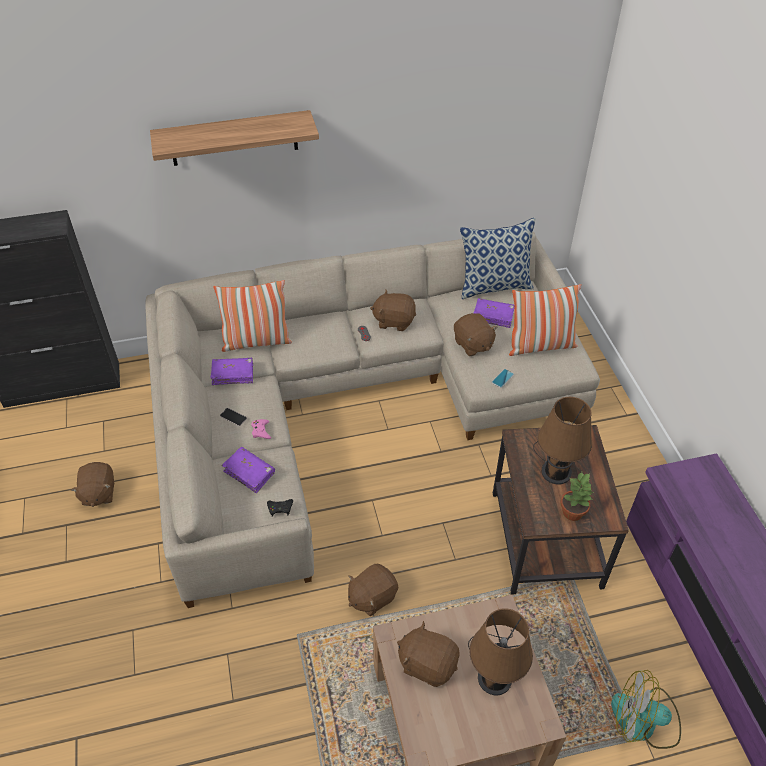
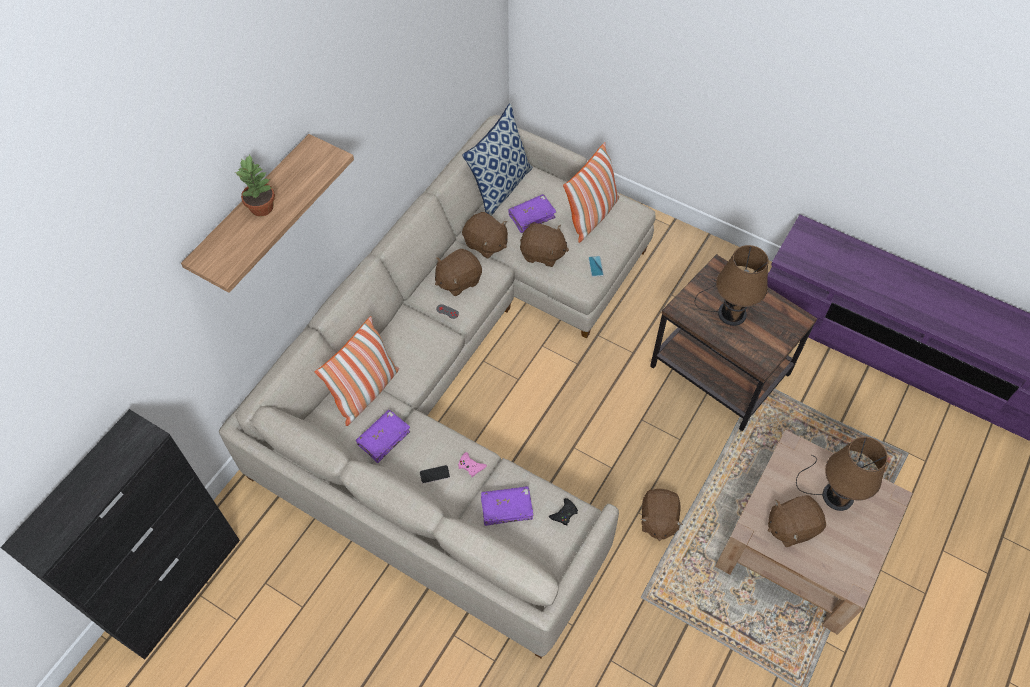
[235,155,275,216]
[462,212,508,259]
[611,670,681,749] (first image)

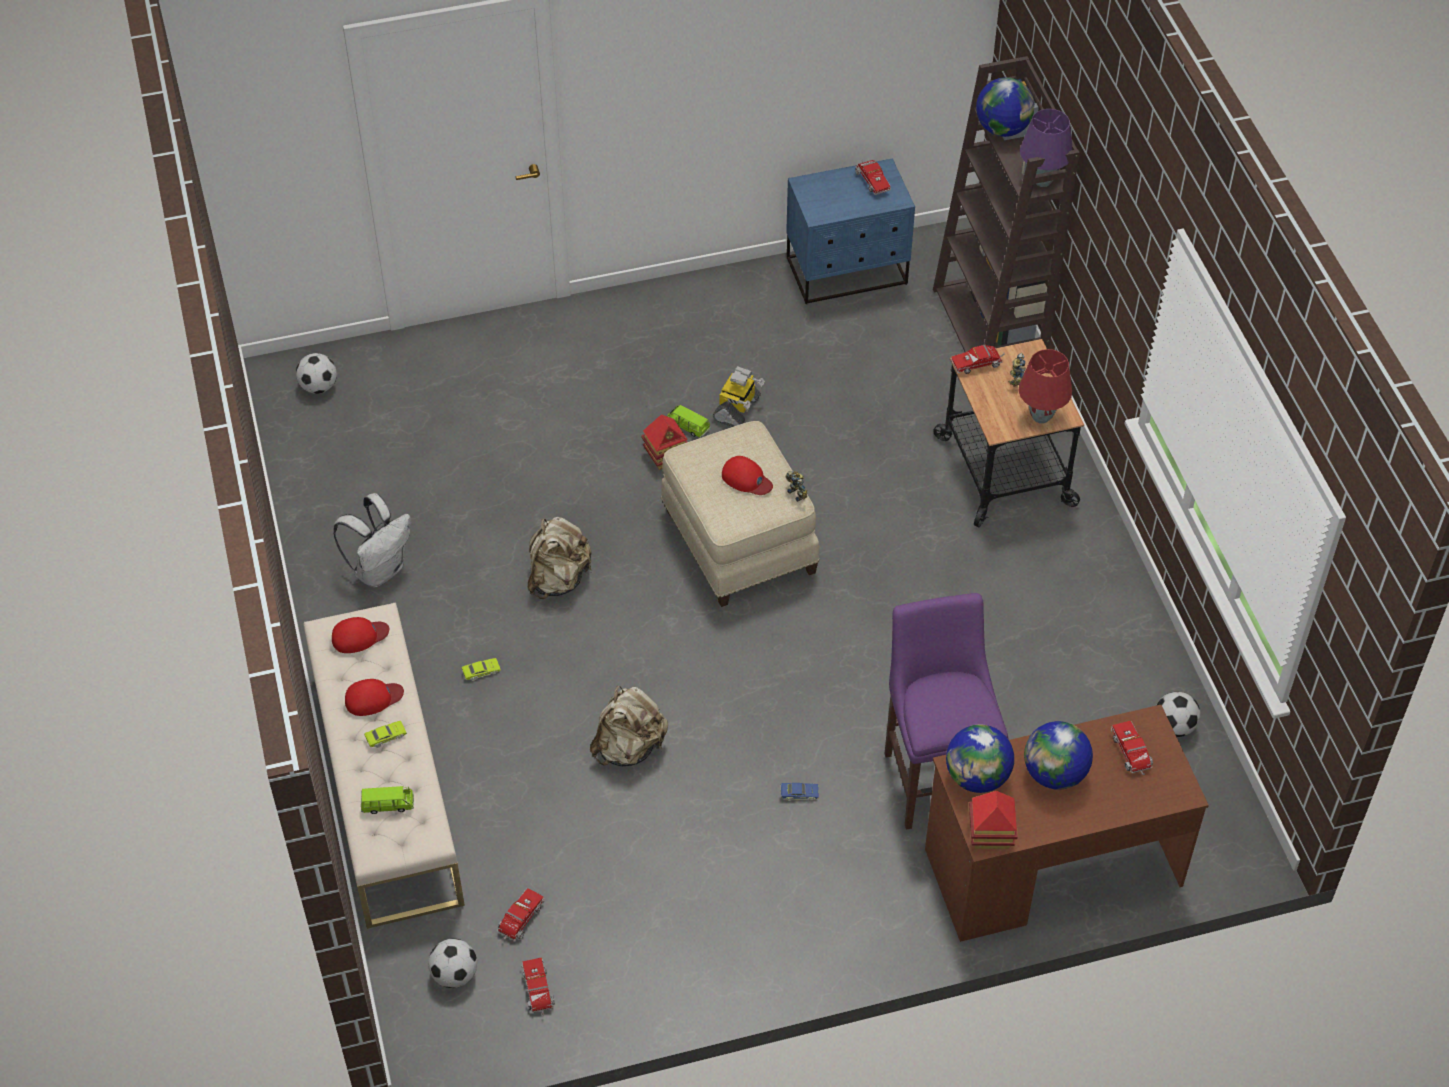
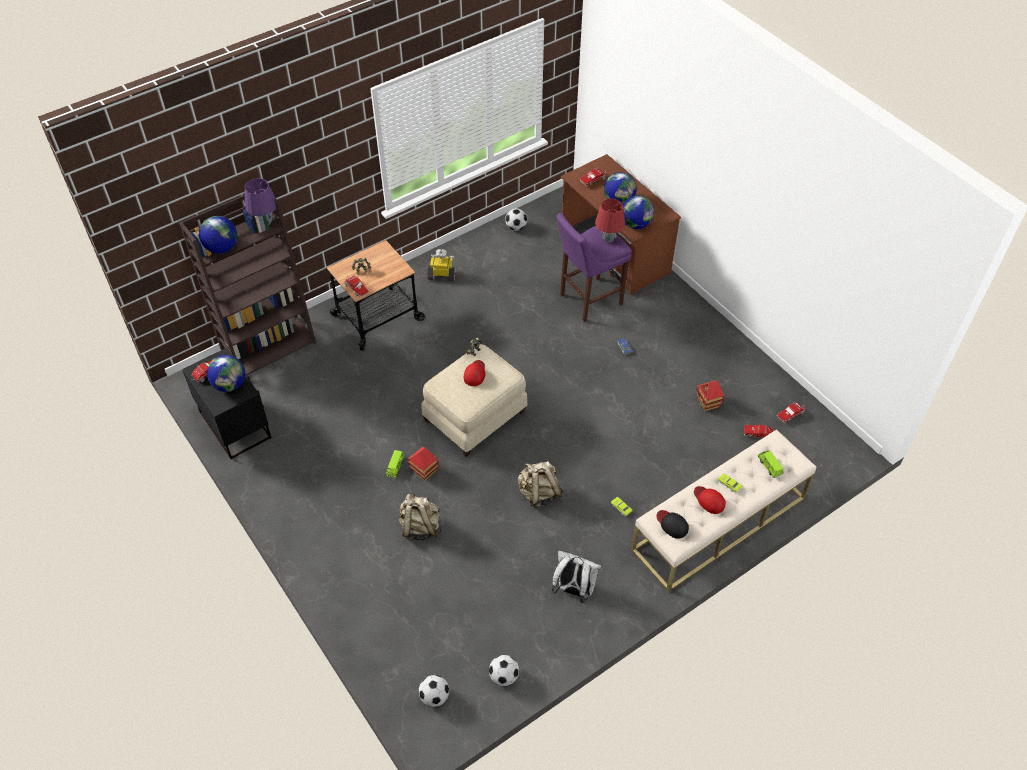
[182,348,271,459]
[207,355,245,392]
[399,492,441,540]
[428,249,456,281]
[489,655,519,686]
[595,199,625,243]
[657,510,689,539]
[696,380,725,411]

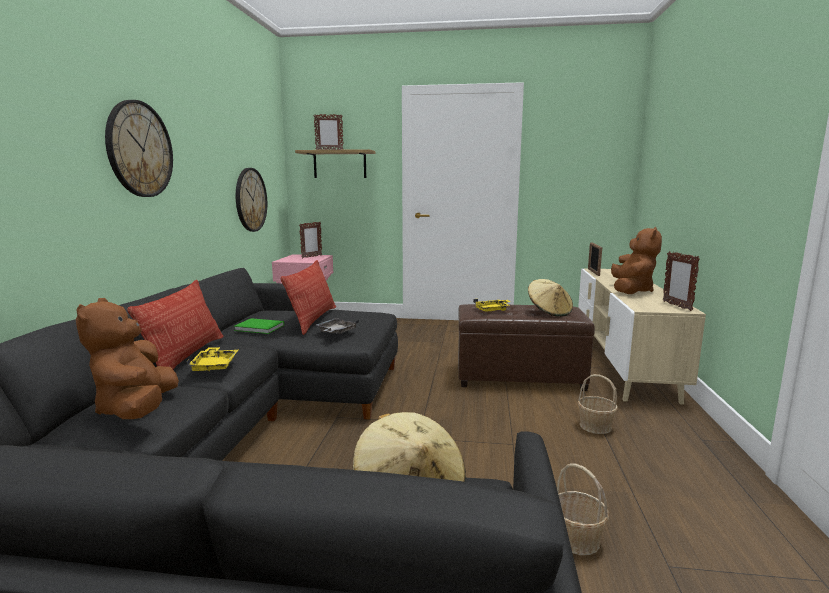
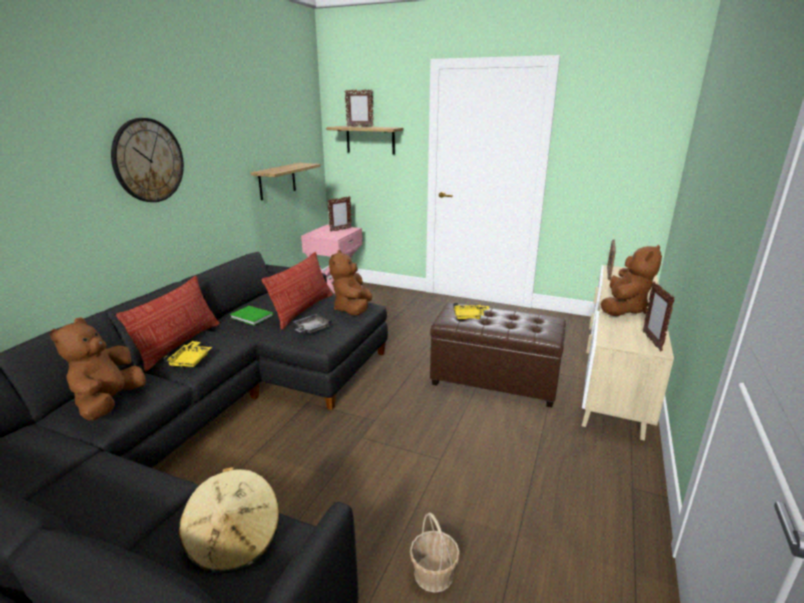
[251,163,320,200]
[329,250,372,315]
[528,279,573,317] (first image)
[578,374,618,434] (first image)

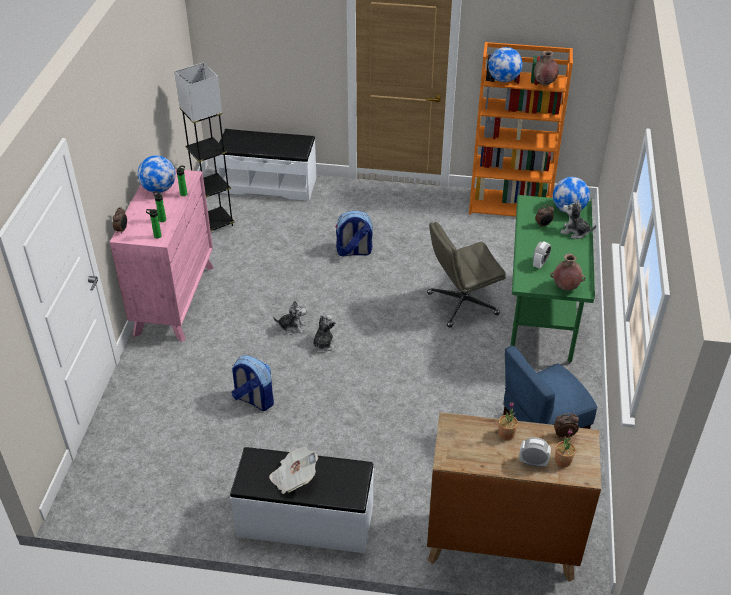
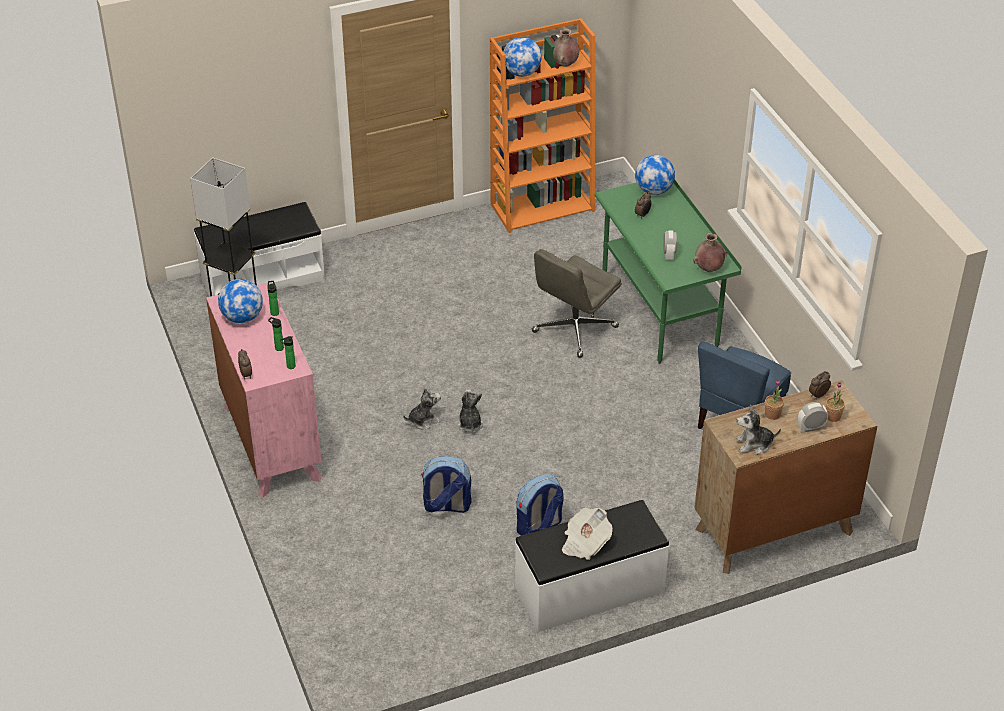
[517,474,564,536]
[736,405,781,455]

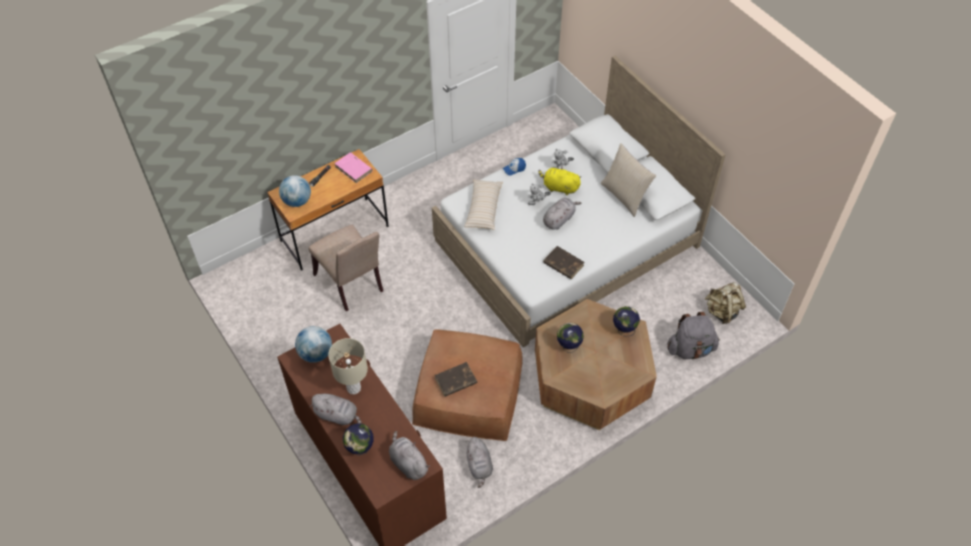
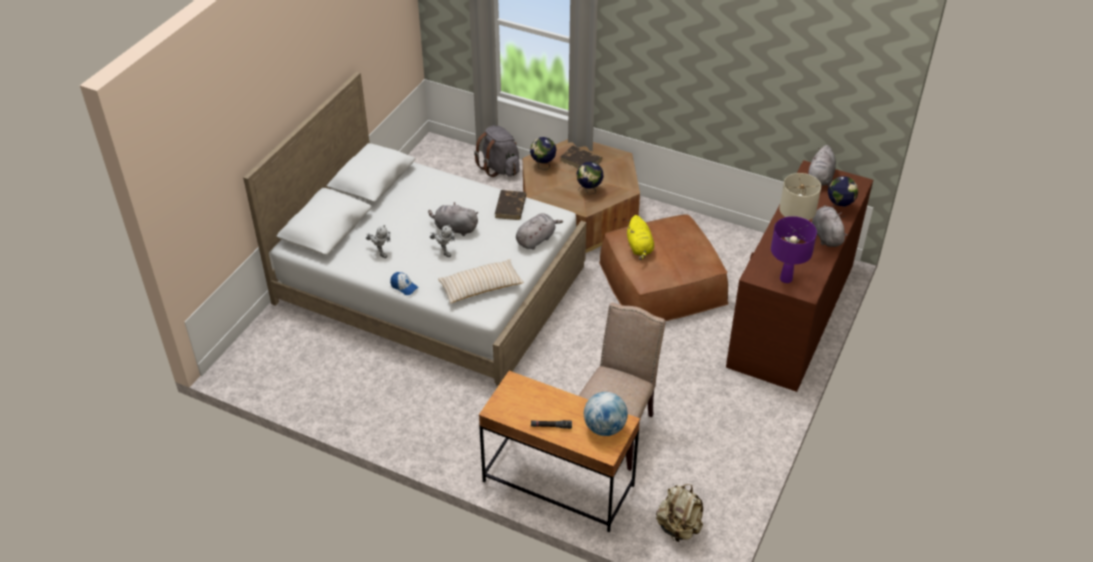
[516,213,563,250]
[560,145,602,168]
[627,215,654,260]
[656,484,703,542]
[771,216,817,283]
[334,152,373,183] (first image)
[601,143,656,217] (first image)

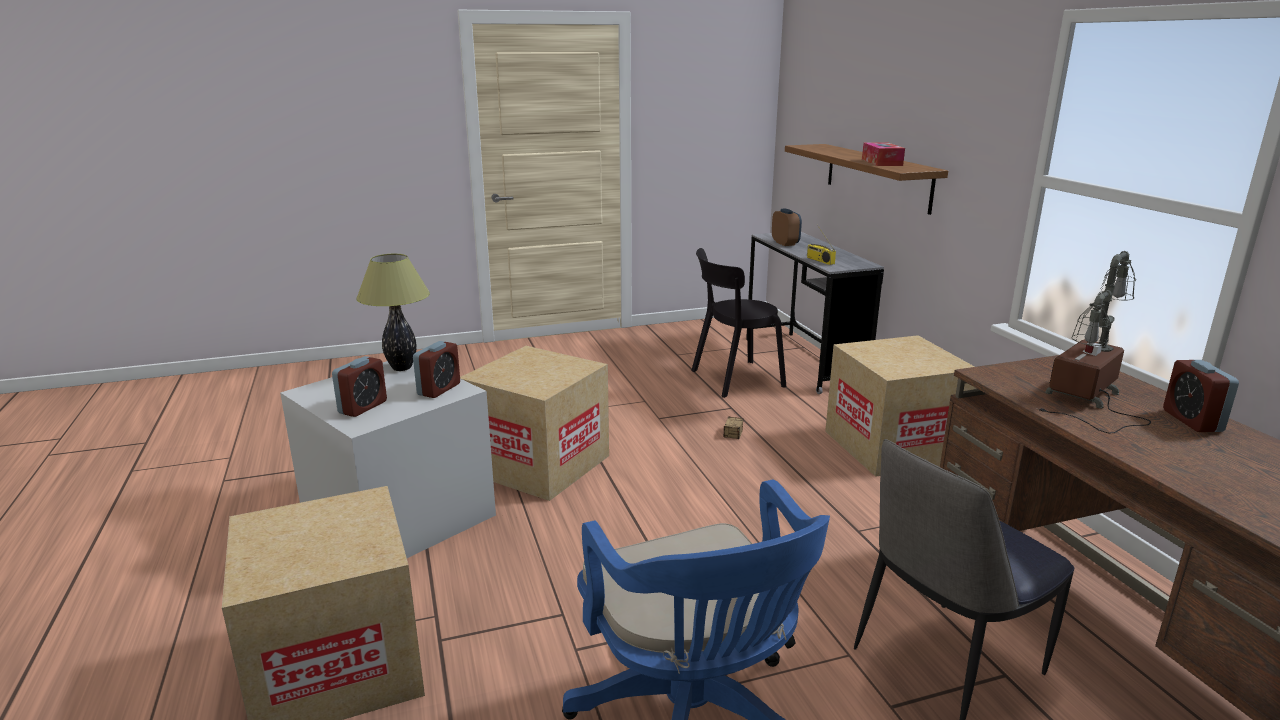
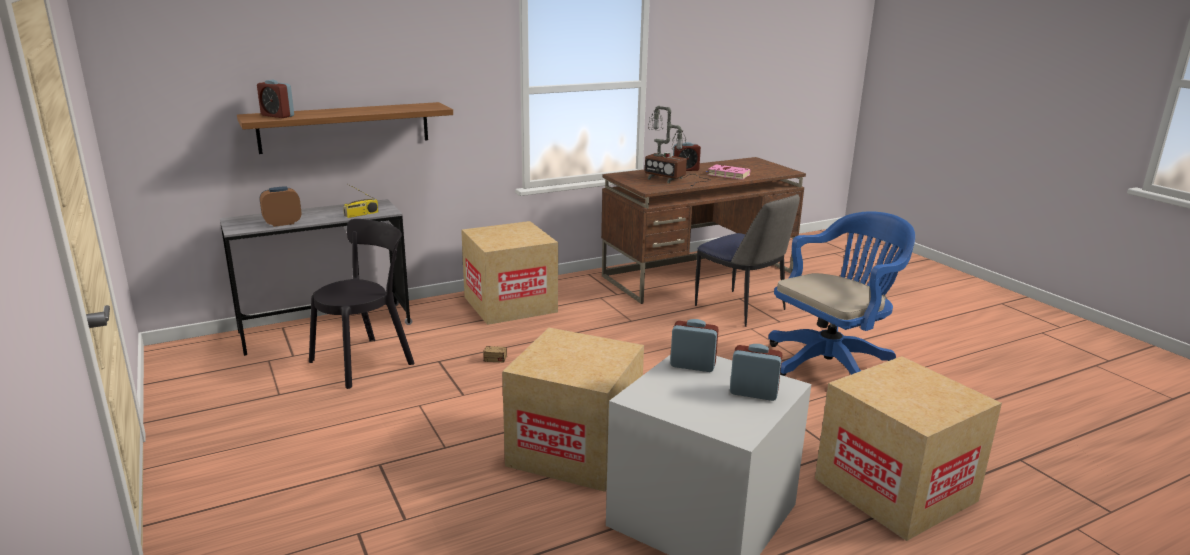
[257,80,294,118]
[309,219,415,389]
[706,165,750,180]
[356,254,430,371] (first image)
[862,142,905,166] (first image)

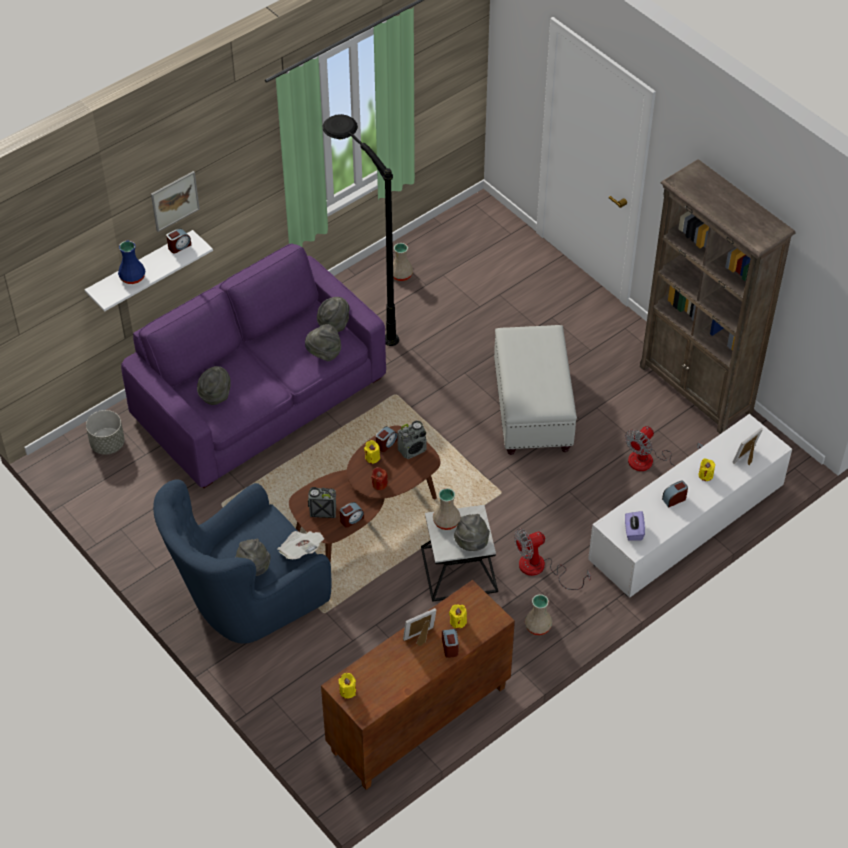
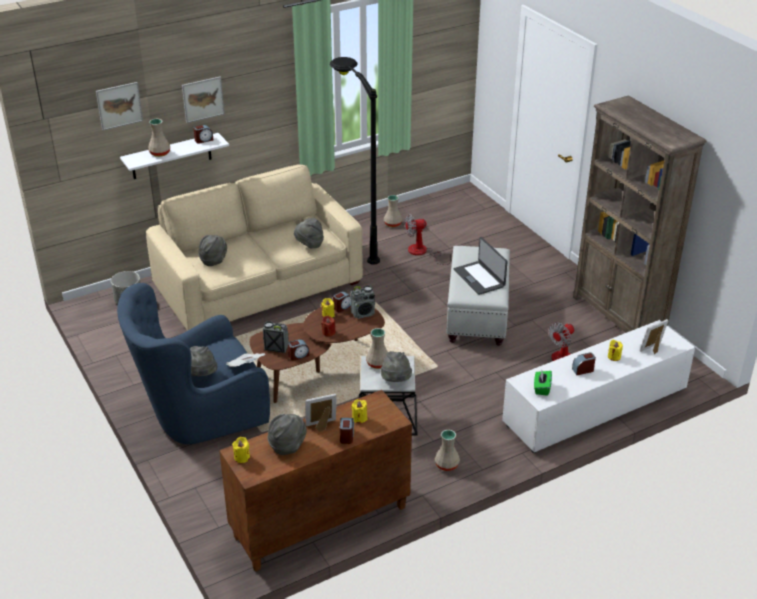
[96,82,143,130]
[146,164,363,331]
[148,119,170,157]
[268,414,307,455]
[405,214,453,265]
[453,237,508,295]
[534,371,552,396]

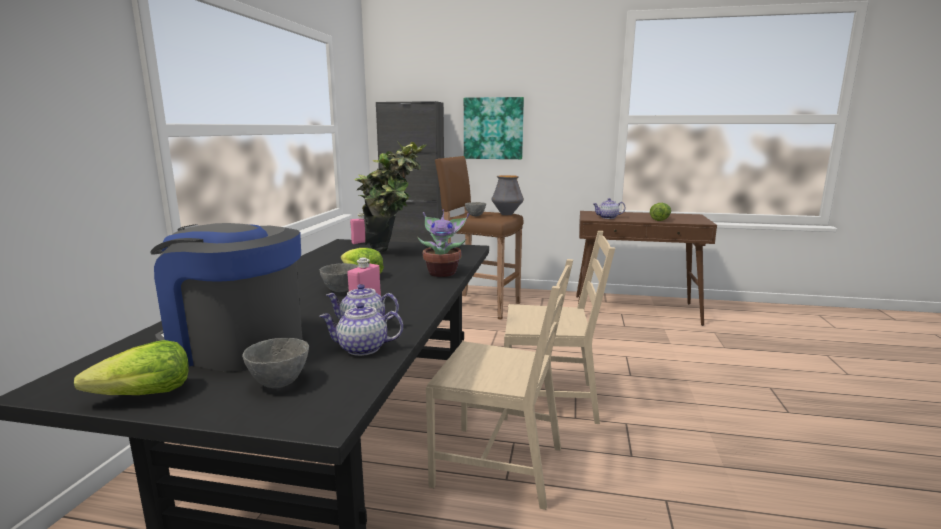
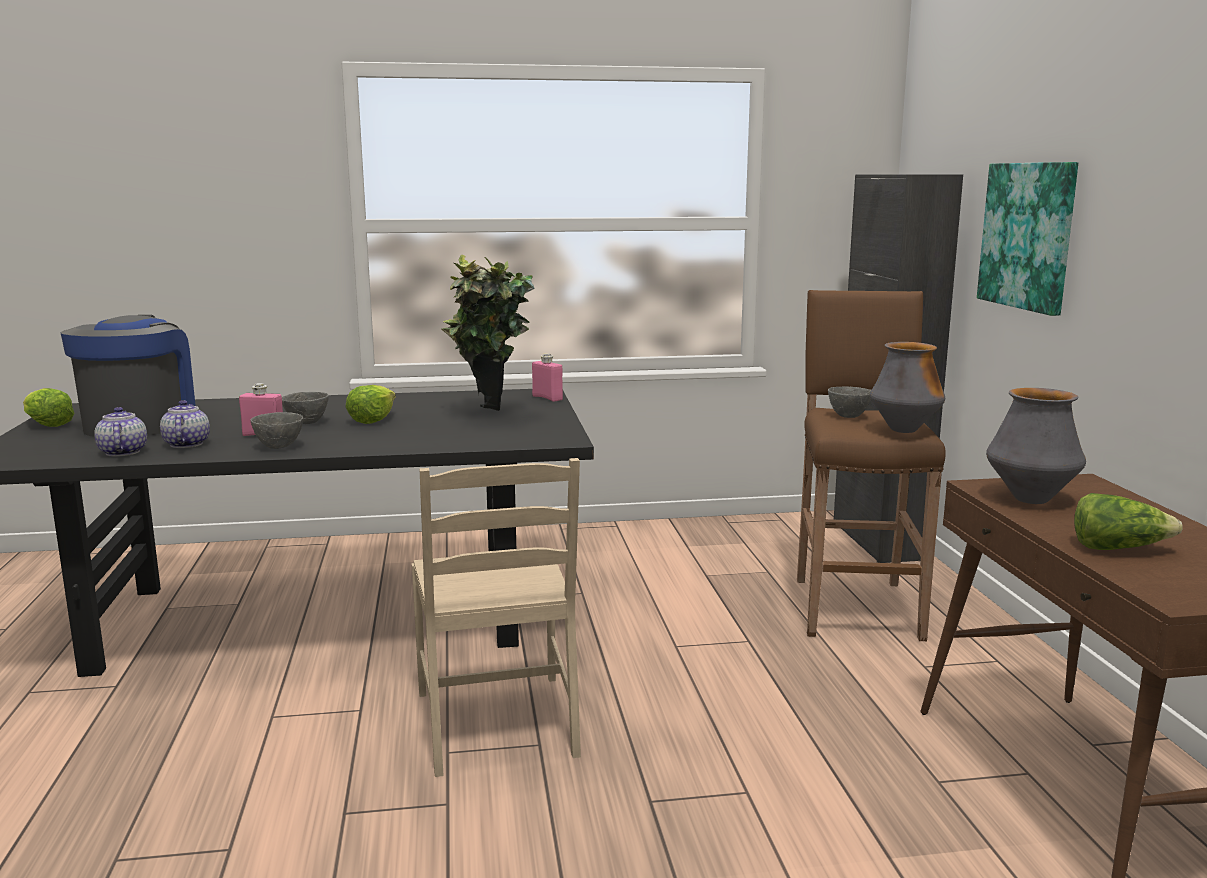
[250,412,303,449]
[986,388,1086,504]
[418,209,469,277] (first image)
[426,259,573,510] (first image)

